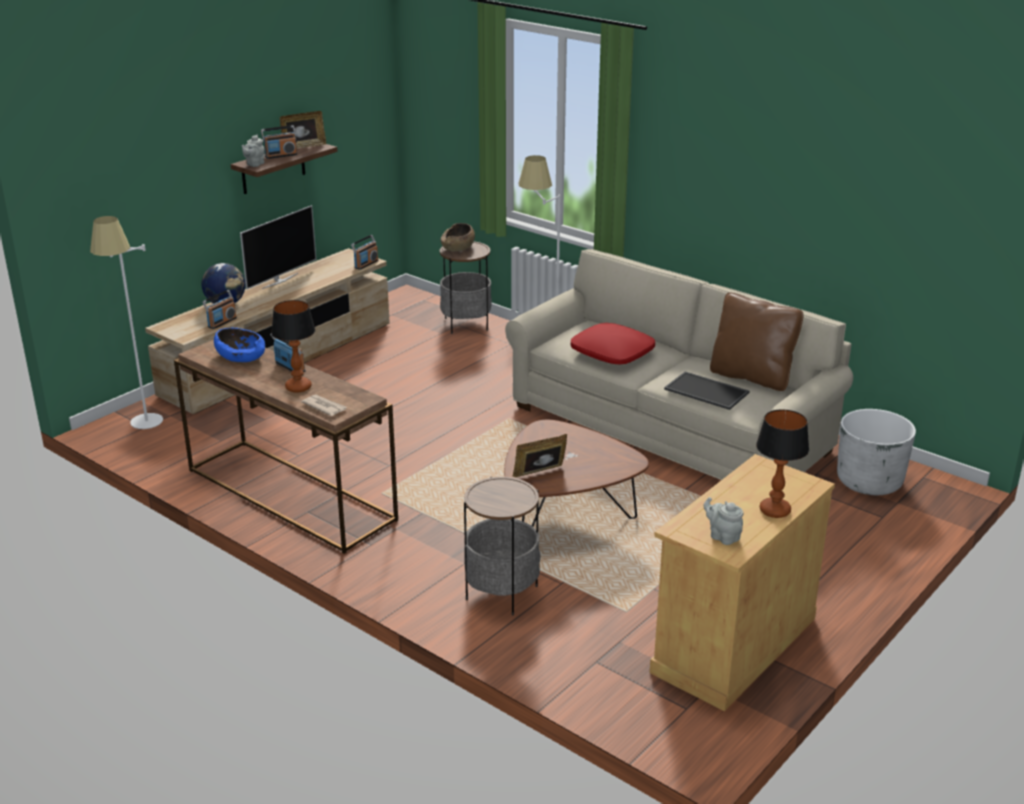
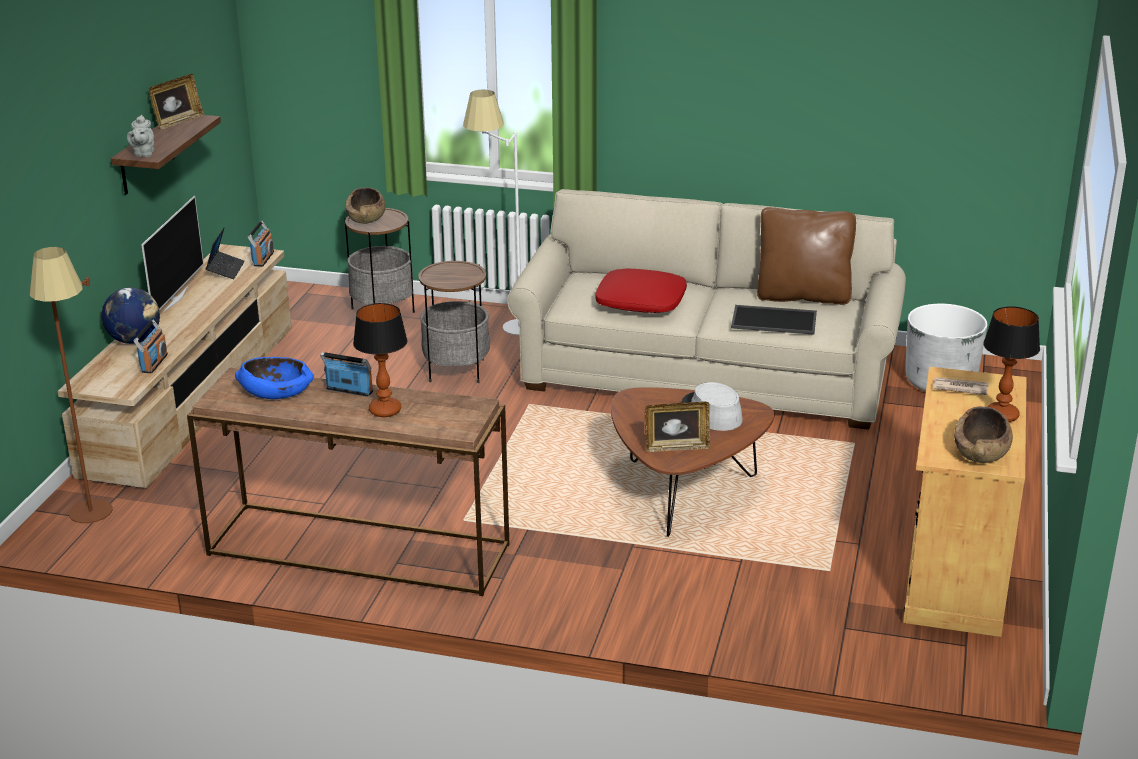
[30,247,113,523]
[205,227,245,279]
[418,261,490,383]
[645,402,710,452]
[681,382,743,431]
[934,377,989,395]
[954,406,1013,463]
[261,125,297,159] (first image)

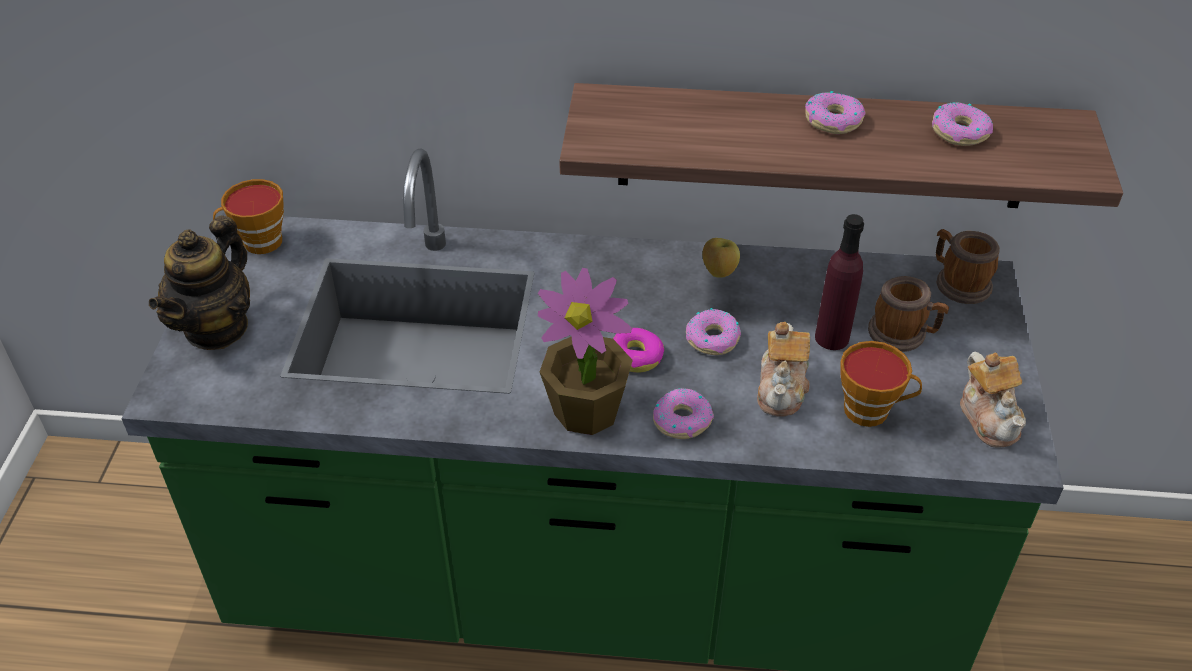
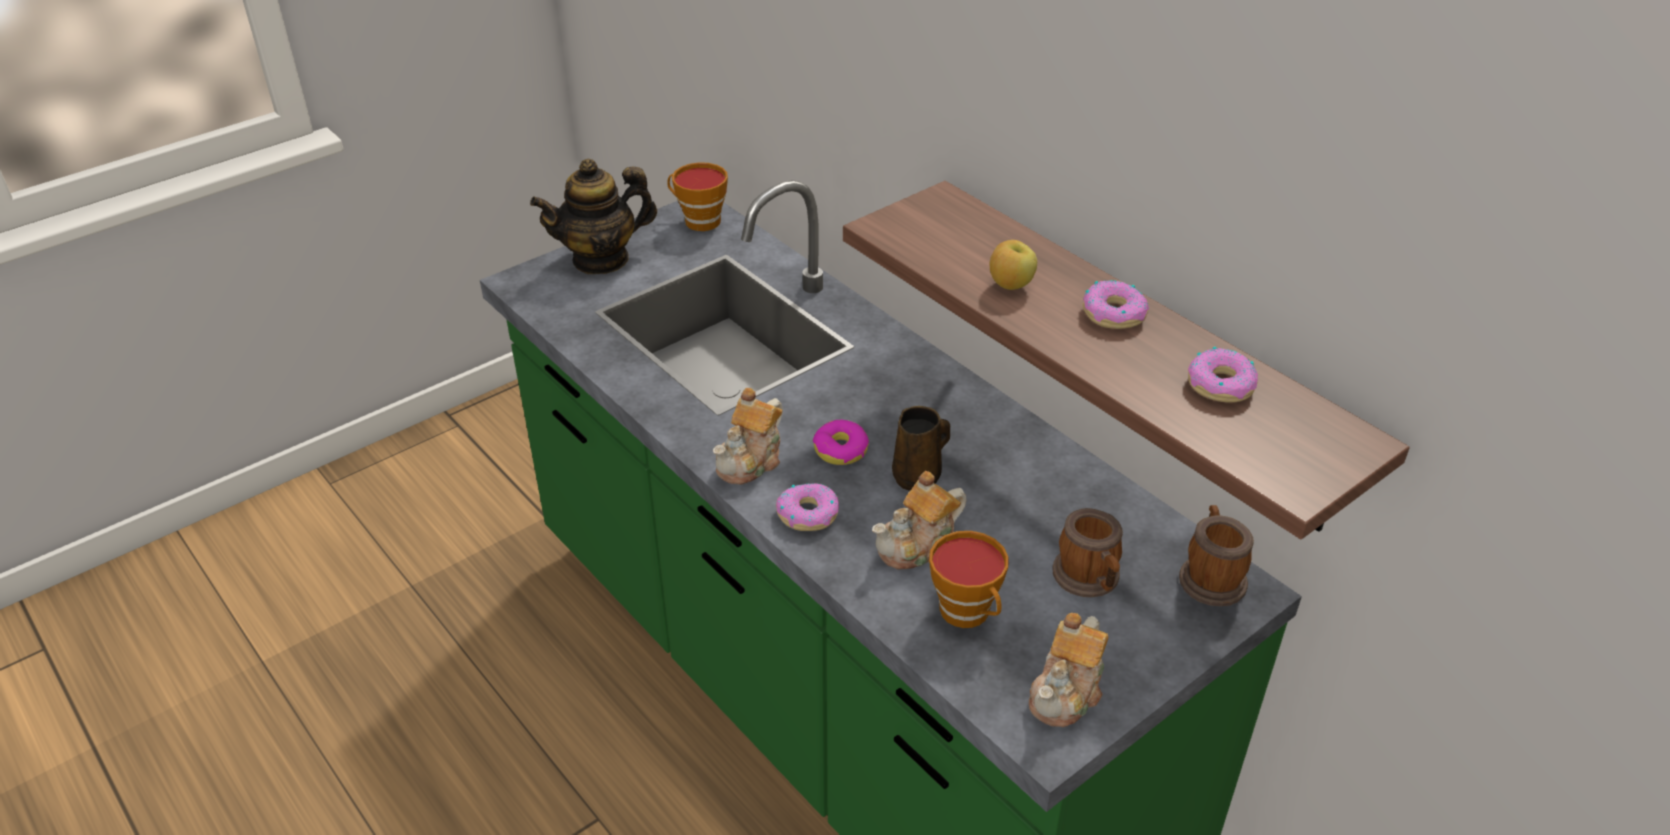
[713,388,783,485]
[892,406,950,491]
[990,240,1037,290]
[815,214,864,350] (first image)

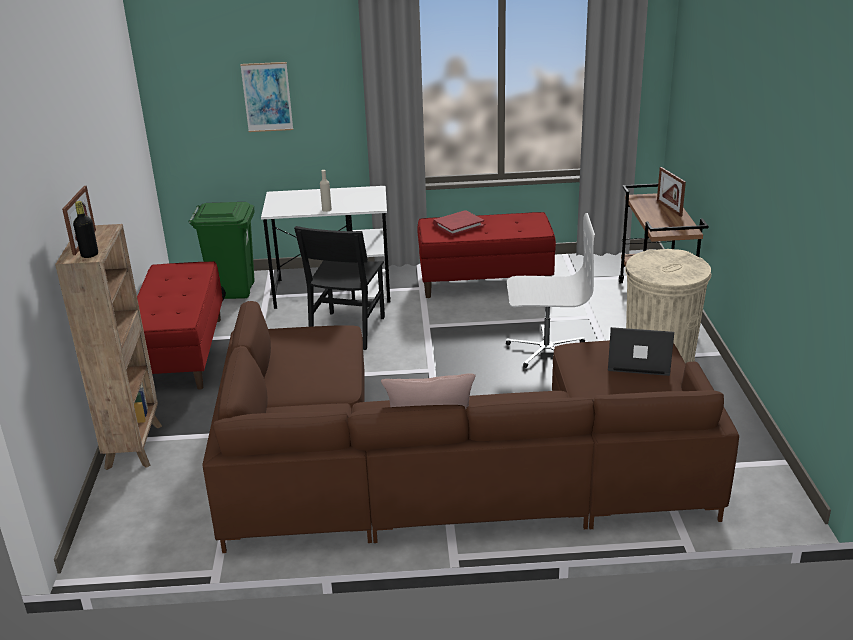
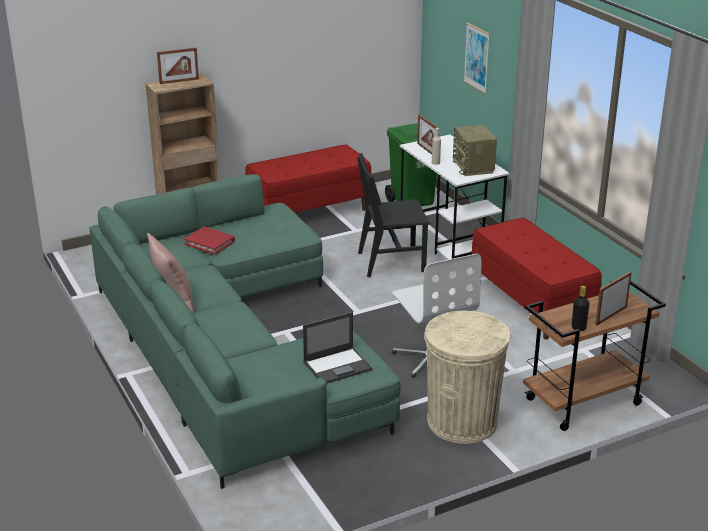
[89,174,401,489]
[184,227,235,255]
[303,312,372,384]
[417,114,438,155]
[453,125,497,176]
[572,286,589,331]

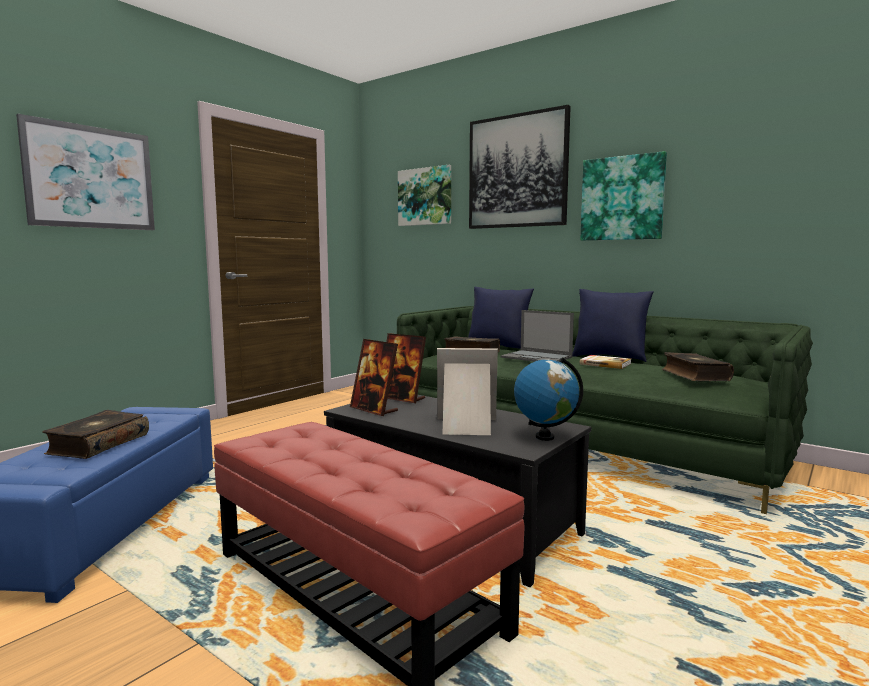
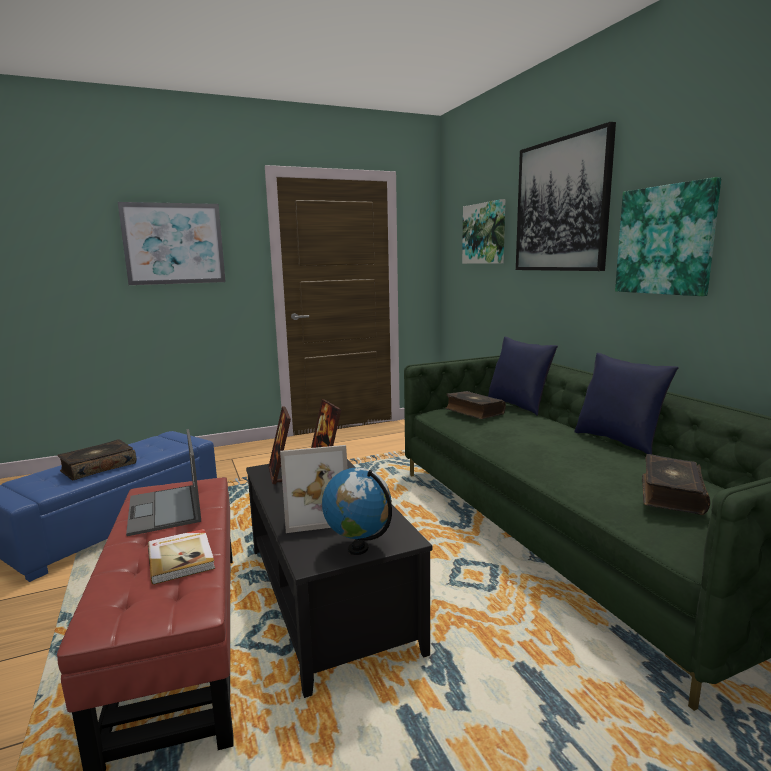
[126,429,201,536]
[148,529,215,585]
[280,445,348,533]

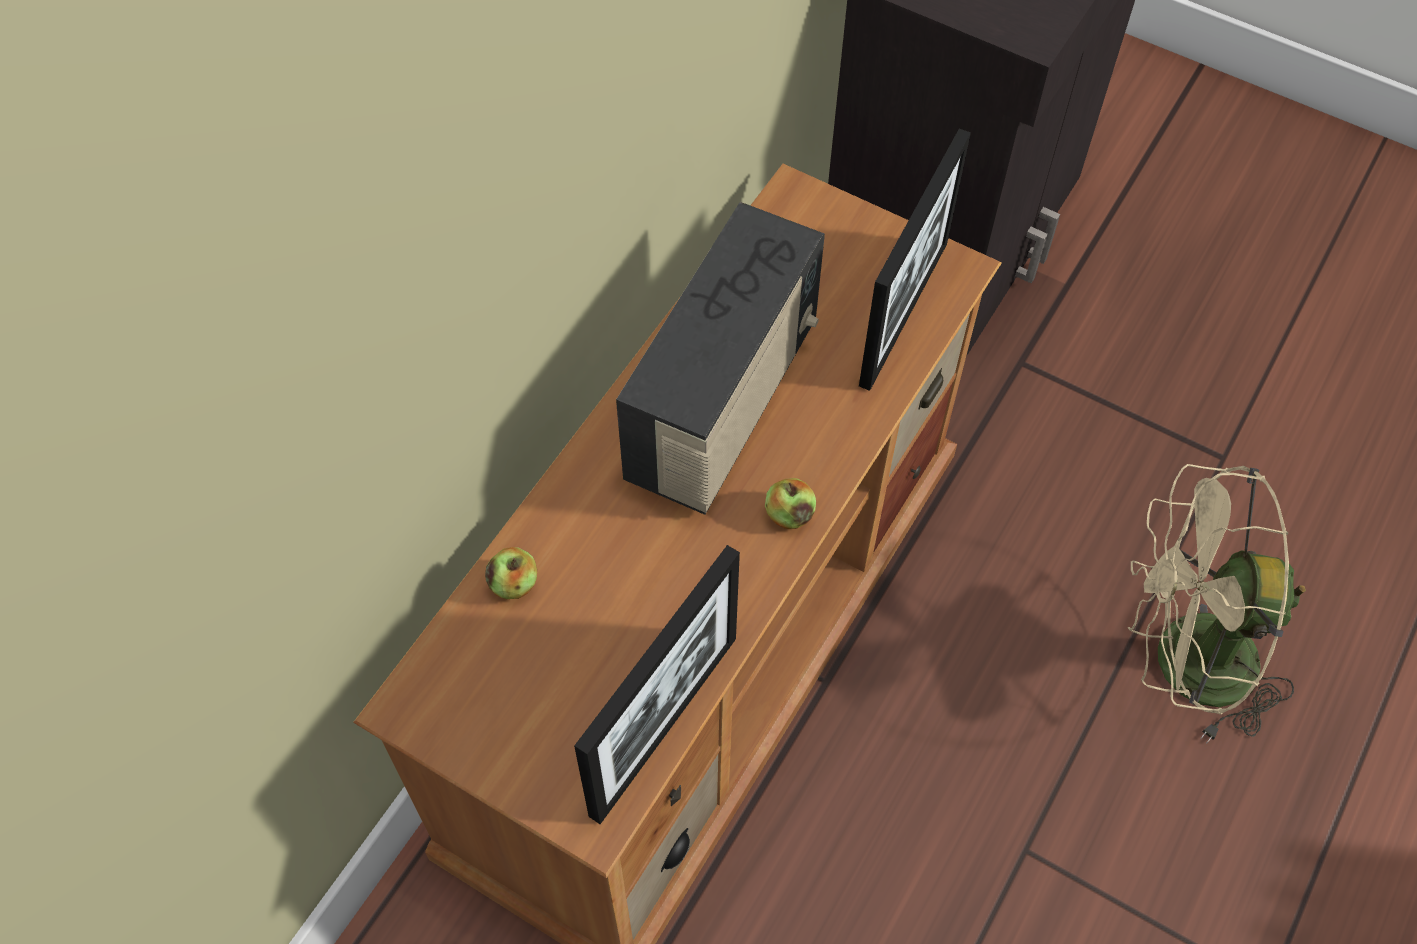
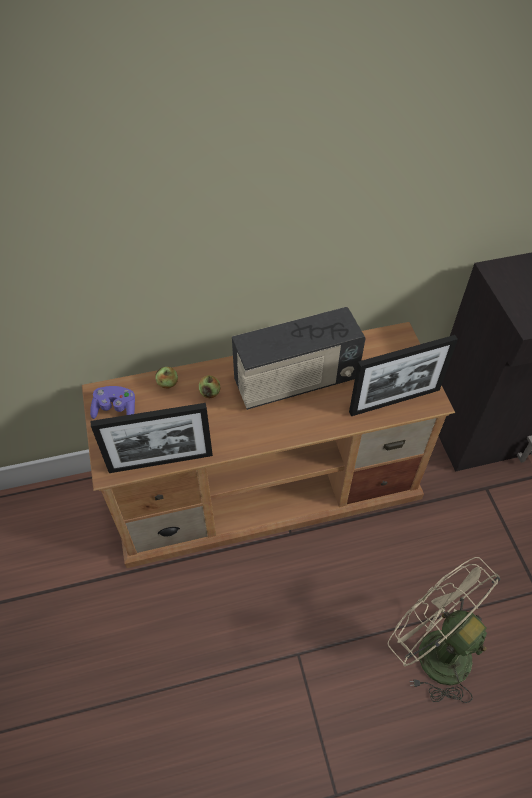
[90,386,135,419]
[199,375,220,398]

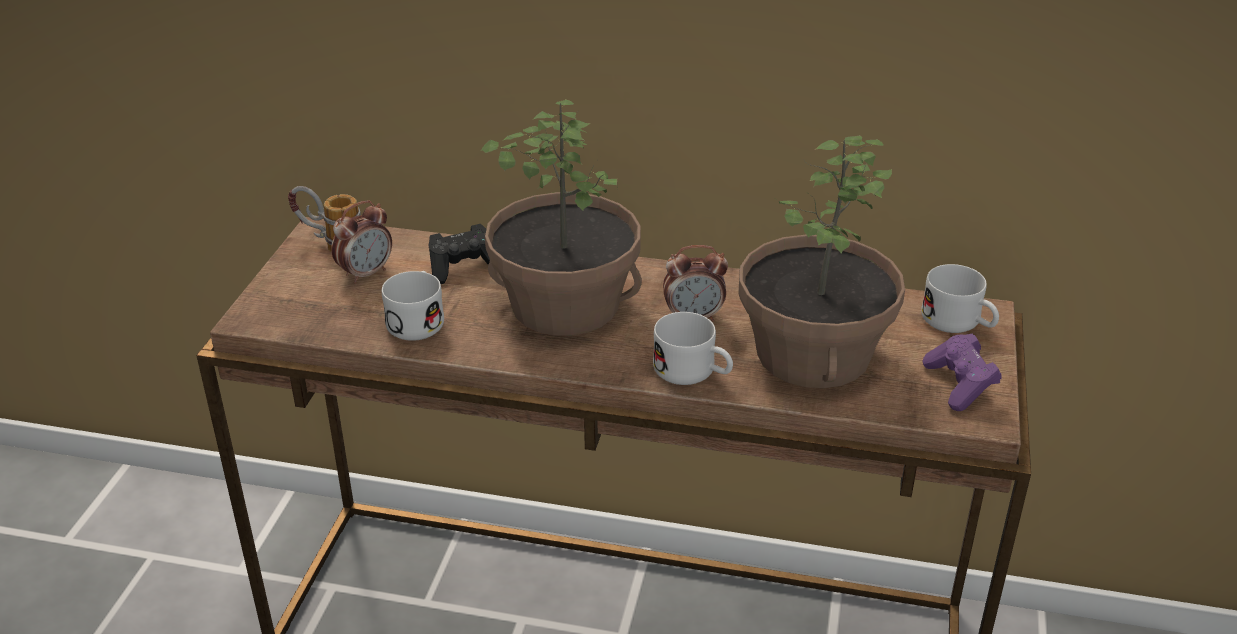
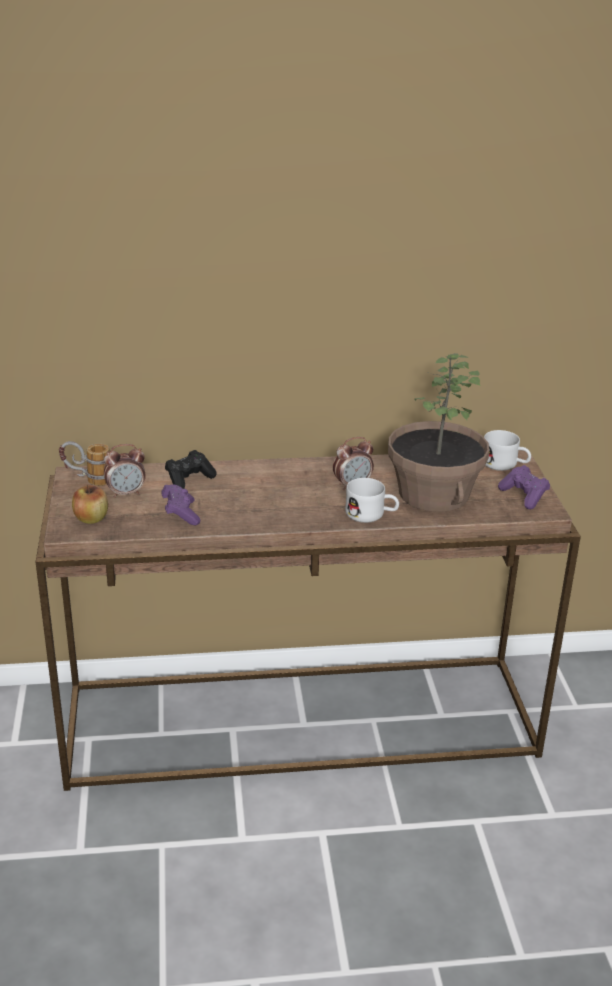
[72,485,108,524]
[104,444,146,498]
[161,484,200,525]
[480,99,642,336] (first image)

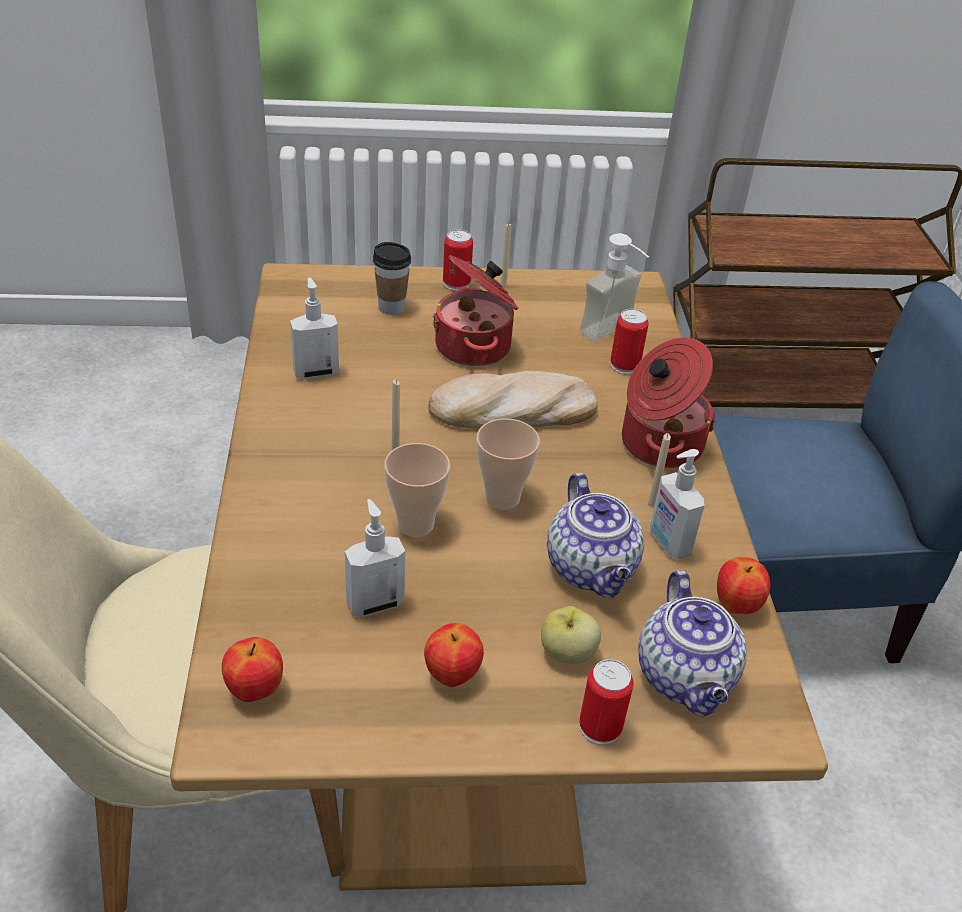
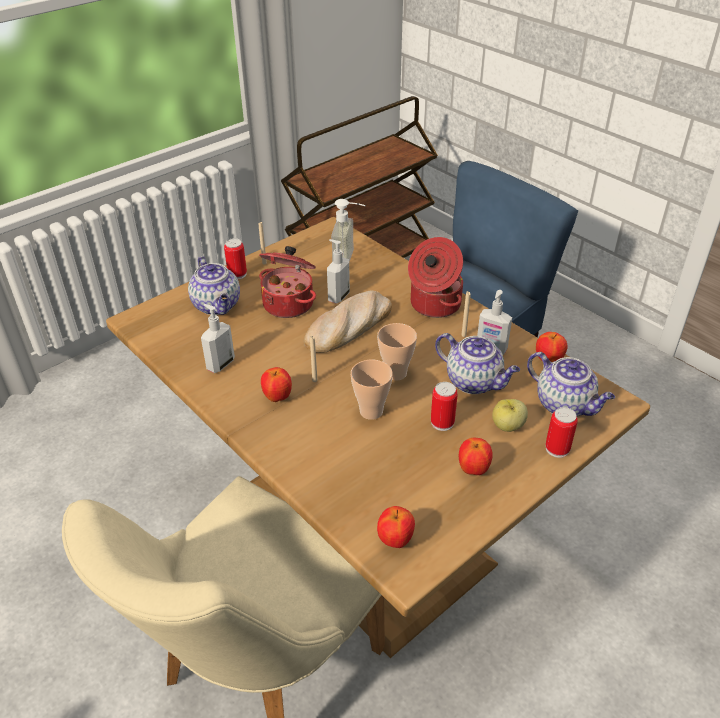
[188,256,240,315]
[261,367,292,402]
[327,239,350,304]
[431,382,458,431]

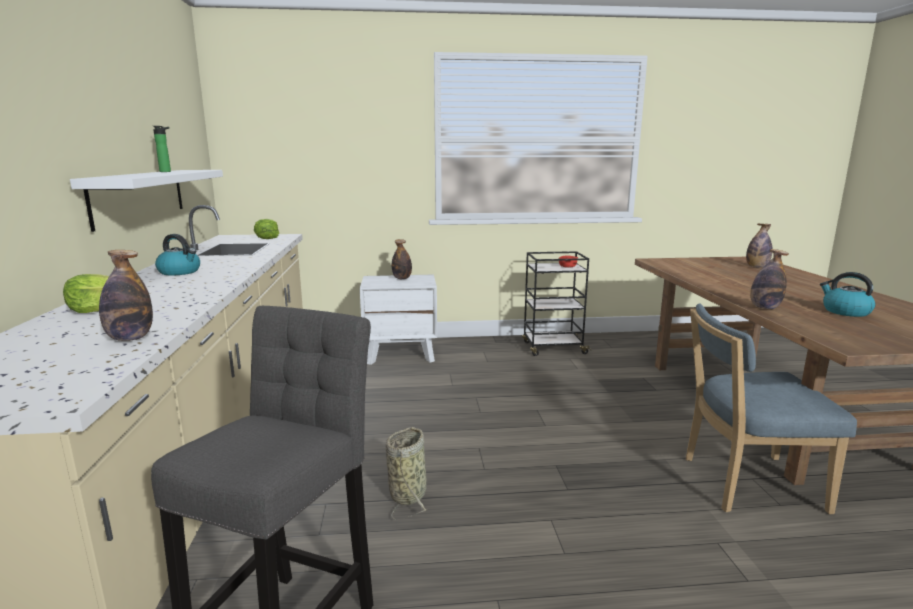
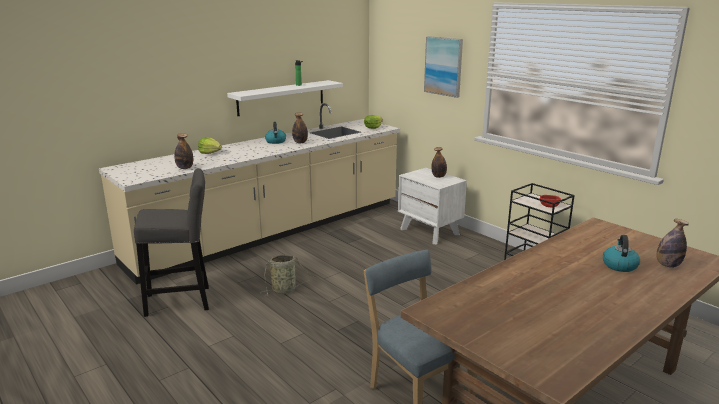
[292,112,308,143]
[424,36,463,98]
[603,235,640,272]

